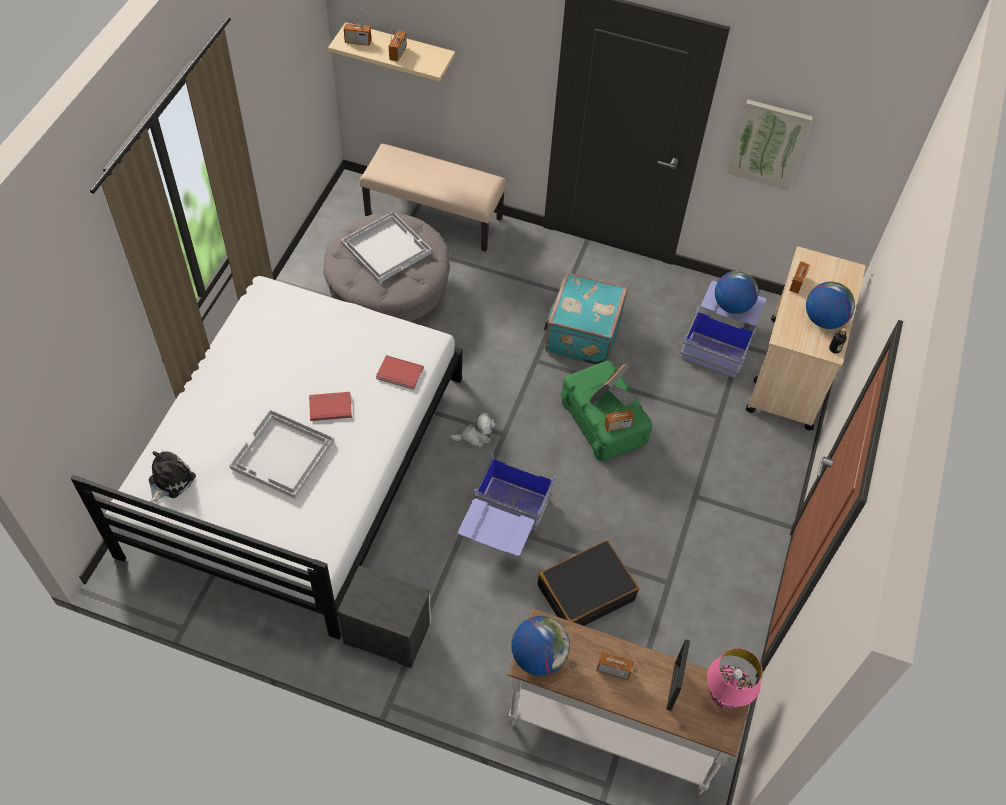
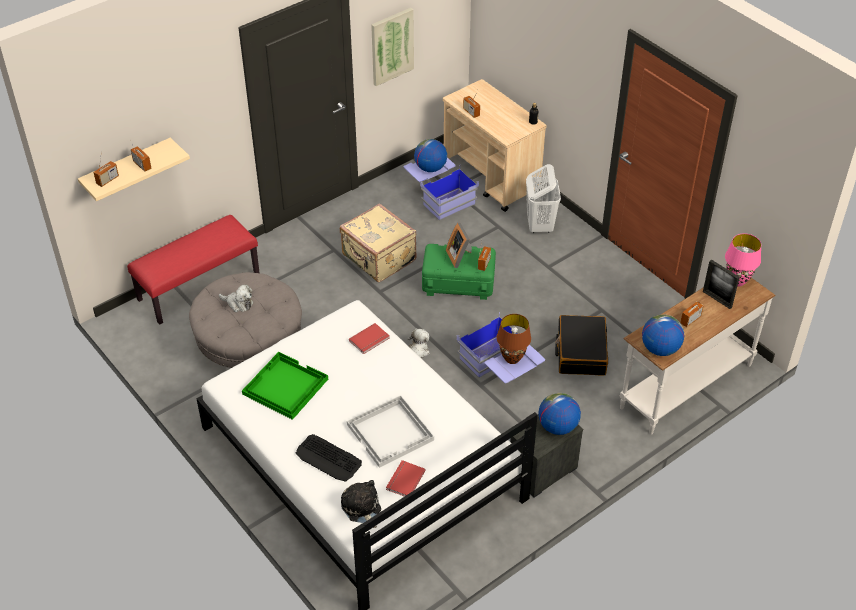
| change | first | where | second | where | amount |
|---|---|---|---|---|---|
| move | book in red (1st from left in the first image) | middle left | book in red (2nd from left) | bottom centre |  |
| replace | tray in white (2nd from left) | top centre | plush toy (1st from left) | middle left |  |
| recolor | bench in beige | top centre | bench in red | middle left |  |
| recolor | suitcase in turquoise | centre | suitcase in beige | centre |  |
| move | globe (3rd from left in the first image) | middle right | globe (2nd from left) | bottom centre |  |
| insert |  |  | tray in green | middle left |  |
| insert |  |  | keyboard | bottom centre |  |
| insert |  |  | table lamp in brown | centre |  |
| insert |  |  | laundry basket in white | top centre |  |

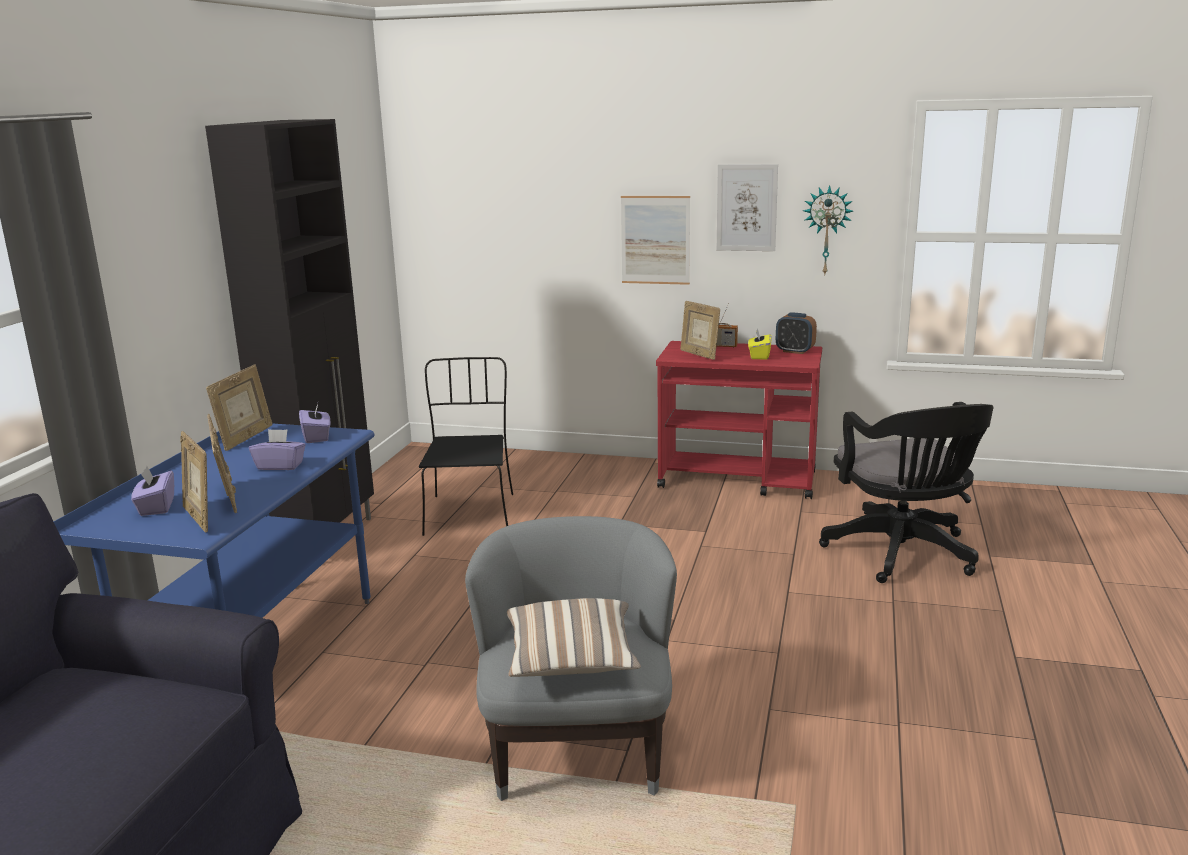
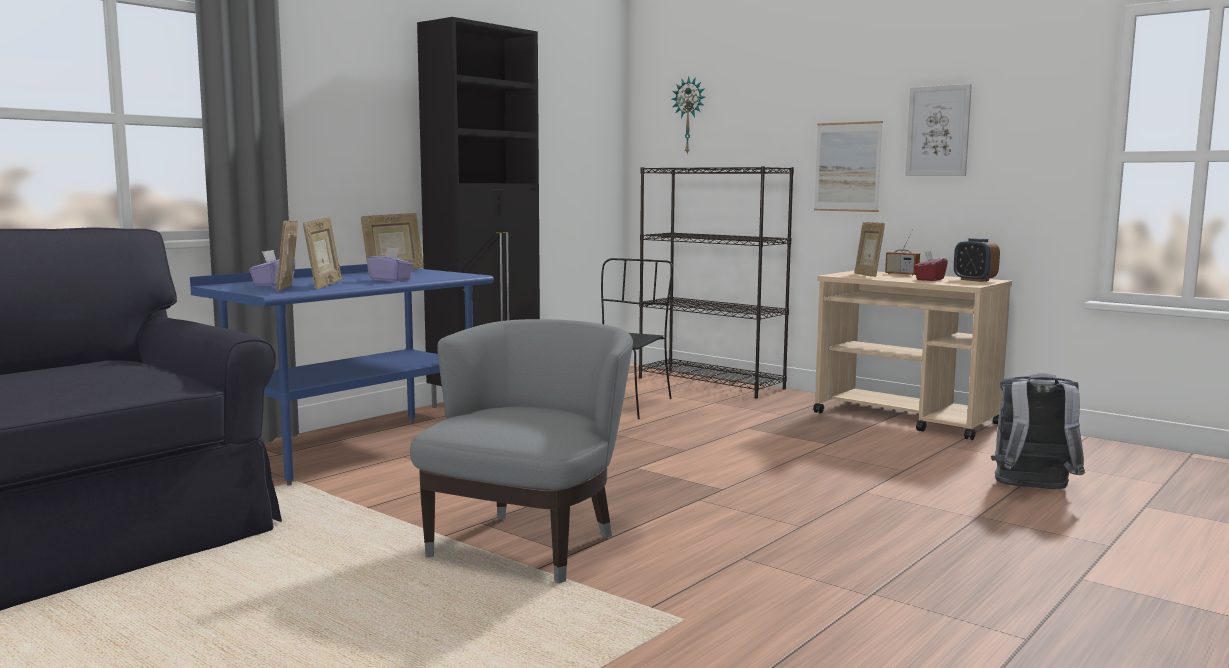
| change | first | where | second | where | amount |
|---|---|---|---|---|---|
| delete | tissue box in purple (3rd from left) | middle left |  |  |  |
| delete | pillow | bottom centre |  |  |  |
| recolor | cart in red | centre | cart in beige | middle right |  |
| recolor | tissue box in yellow | centre | tissue box in red | middle right |  |
| move | wall clock | top right |  | top centre |  |
| replace | office chair in black | middle right | backpack in grey | middle right |  |
| insert |  |  | bookcase in black | centre |  |

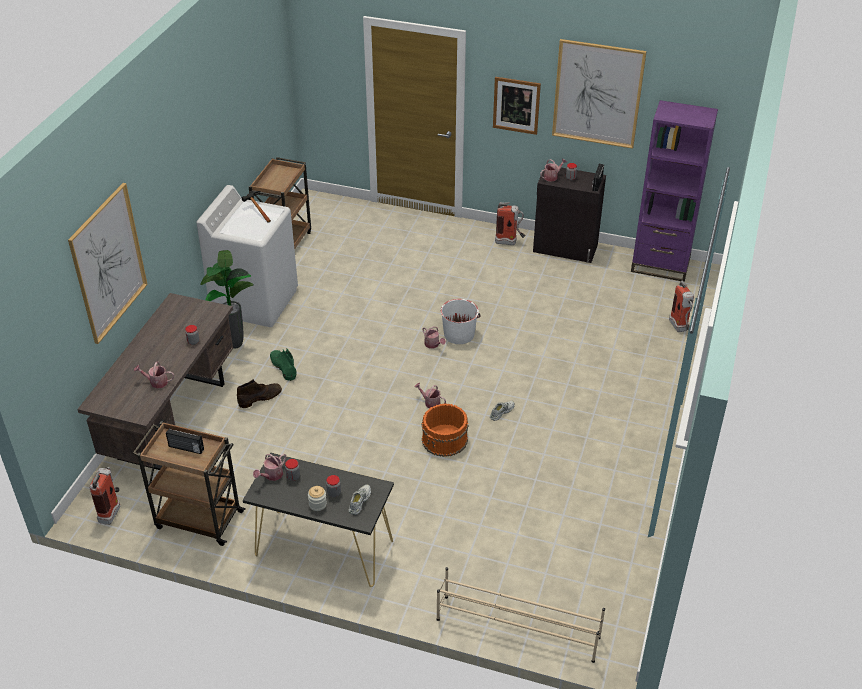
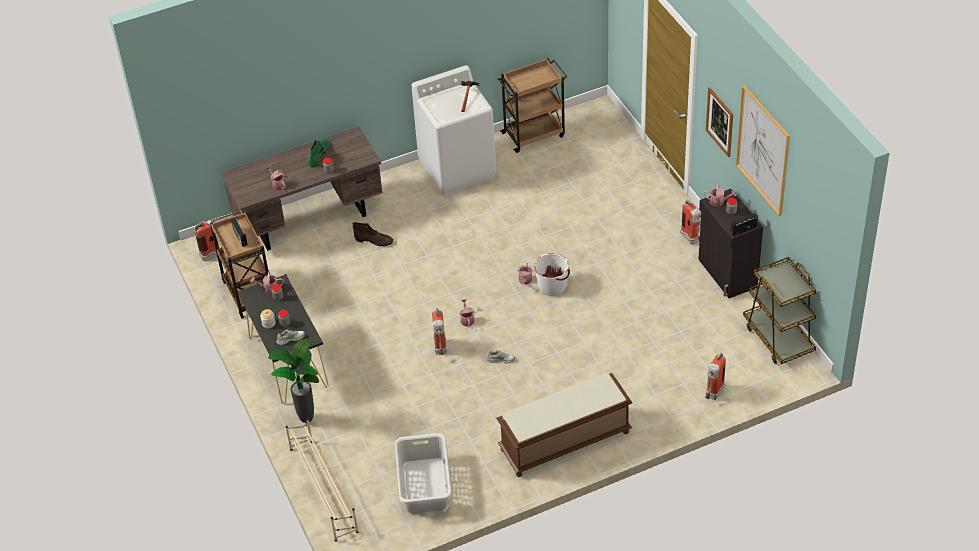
| change | first | where | second | where | amount |
|---|---|---|---|---|---|
| delete | picture (1st from left) | middle left |  |  |  |
| move | potted plant | middle left |  | bottom left |  |
| move | boot in green | middle left |  | top left |  |
| replace | bucket in orange | centre | fire extinguisher (2nd from left) | centre |  |
| replace | bookcase in purple | top right | cart in brown (3rd from left) | middle right |  |
| insert |  |  | laundry basket in grey | bottom centre |  |
| insert |  |  | bench in brown | bottom centre |  |

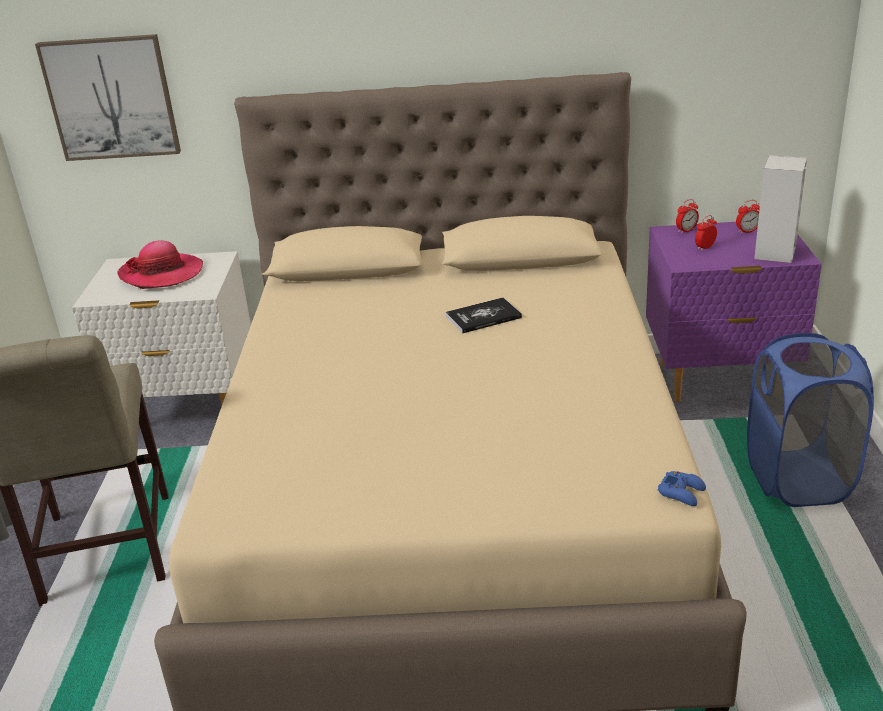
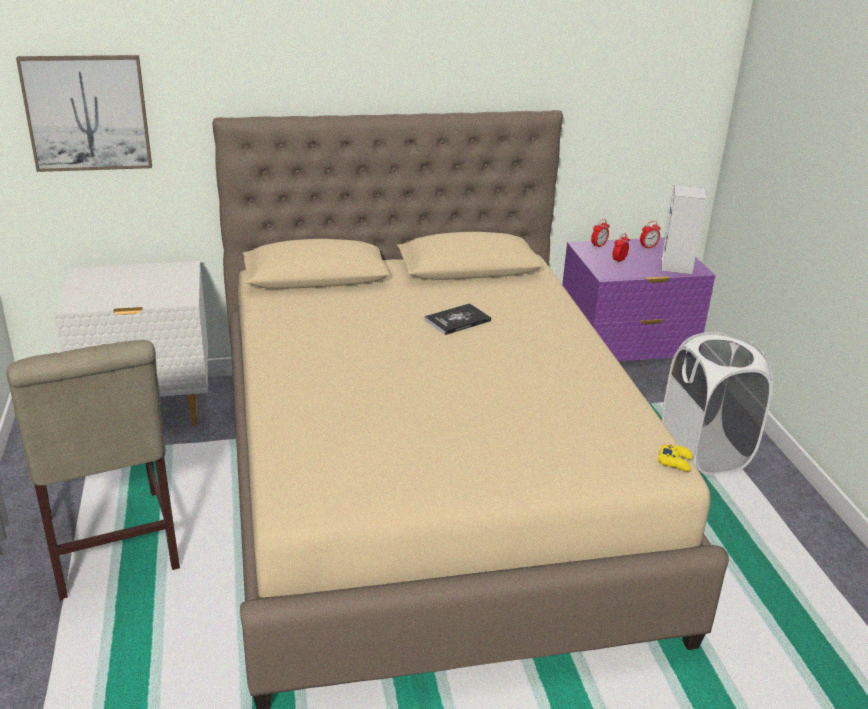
| change | first | where | second | where | amount |
|---|---|---|---|---|---|
| delete | hat | middle left |  |  |  |
| recolor | game controller in blue | bottom right | game controller in yellow | middle right |  |
| recolor | laundry basket in blue | middle right | laundry basket in white | middle right |  |

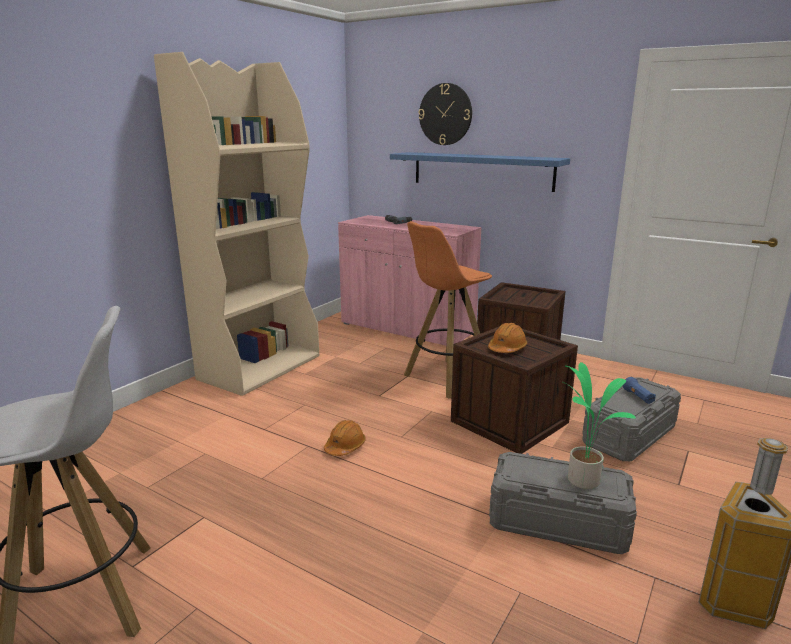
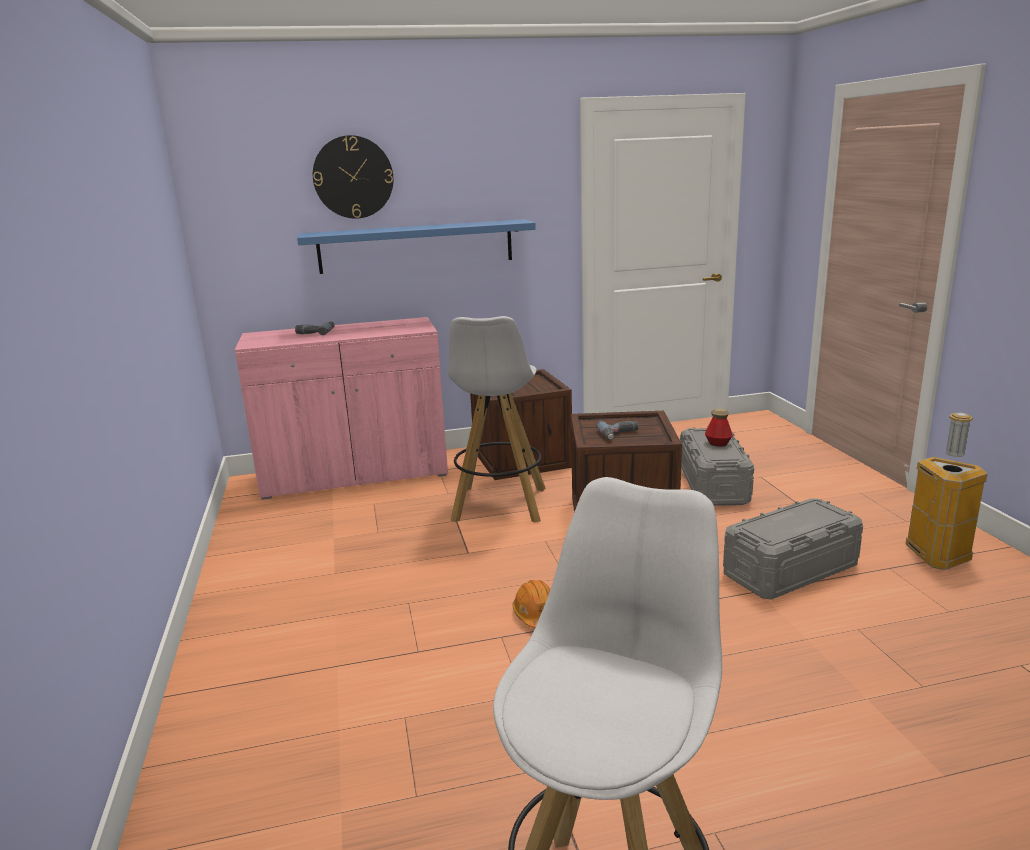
| change | first | where | second | where | amount |
|---|---|---|---|---|---|
| delete | bookcase in beige | middle left |  |  |  |
| recolor | stool in orange | centre | stool in white (1st from left) | centre |  |
| replace | hard hat in orange (2nd from left) | centre | power drill (2nd from left) | centre |  |
| delete | potted plant | middle right |  |  |  |
| replace | flashlight in blue | middle right | bottle | middle right |  |

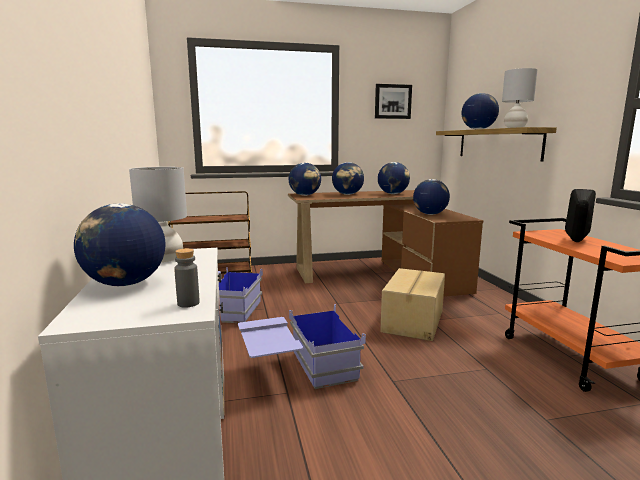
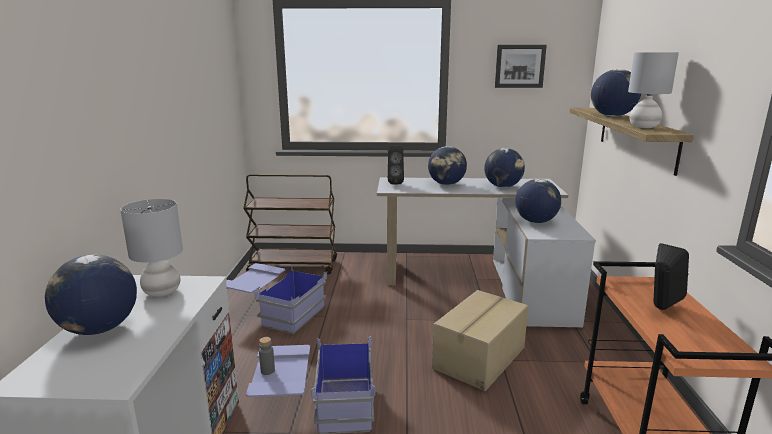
| change | first | where | second | where | amount |
|---|---|---|---|---|---|
| move | bottle in grey | middle left |  | bottom centre |  |
| recolor | desk in brown | centre | desk in white (2nd from left) | centre |  |
| replace | globe (2nd from left) | centre | speaker in black (1st from left) | centre |  |

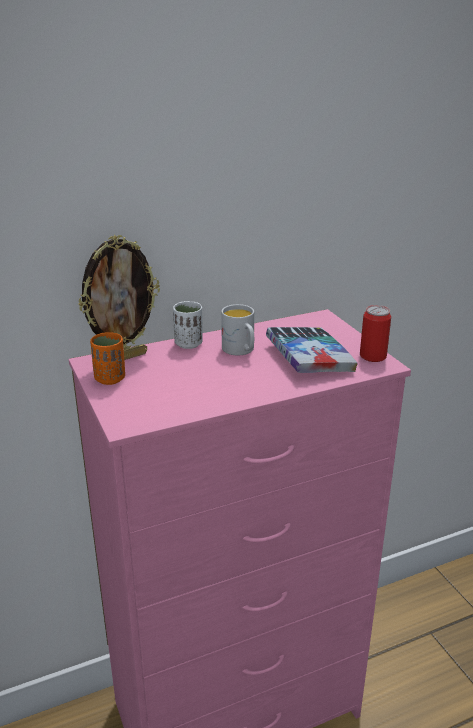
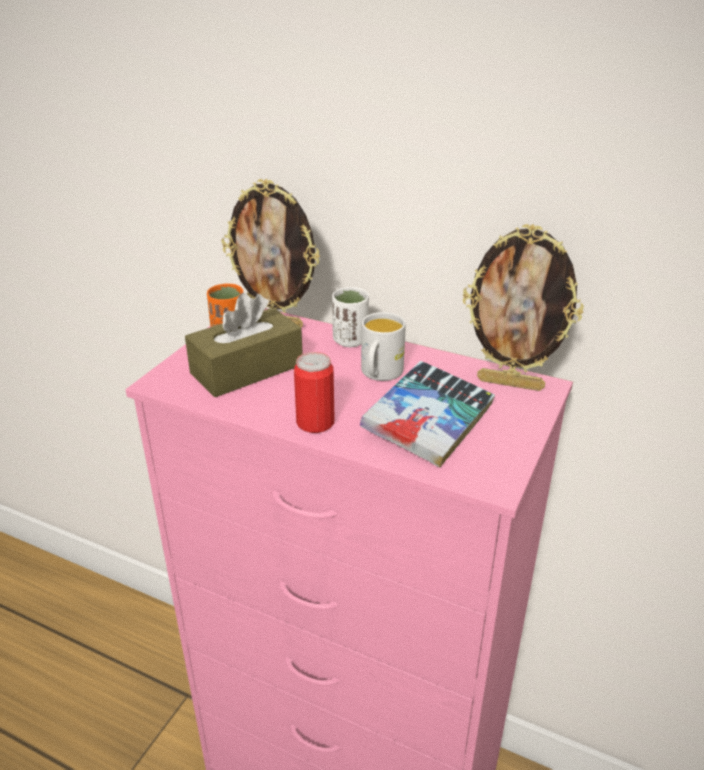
| change | first | where | second | where | amount |
|---|---|---|---|---|---|
| move | can | middle right |  | centre |  |
| insert |  |  | tissue box in brown | centre |  |
| insert |  |  | picture frame (2nd from left) | middle right |  |

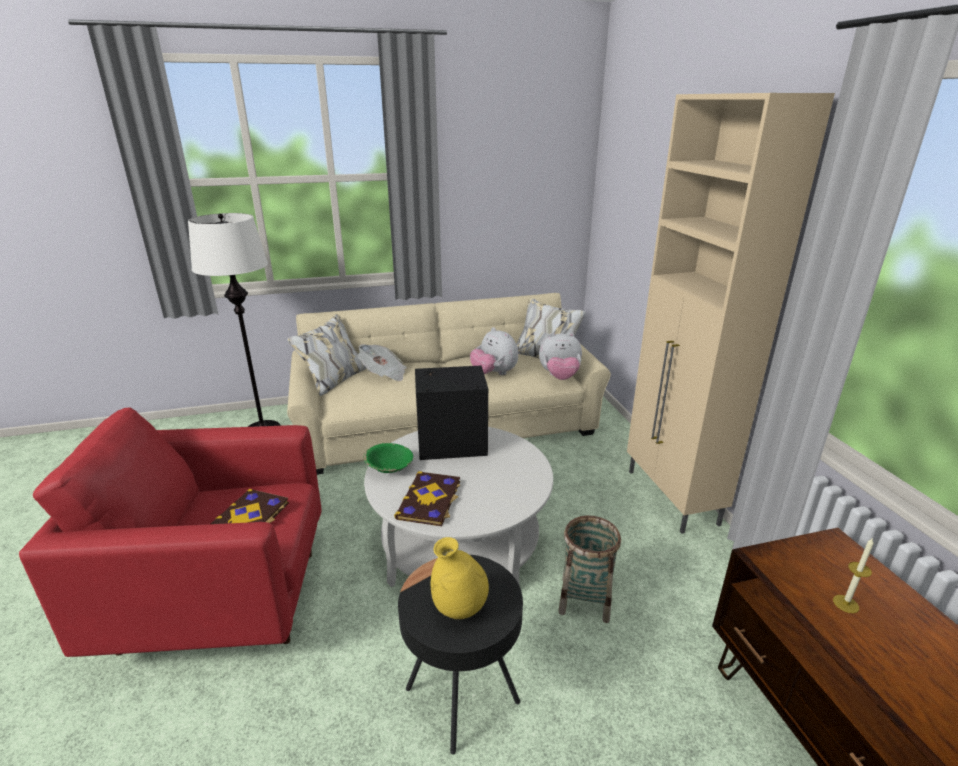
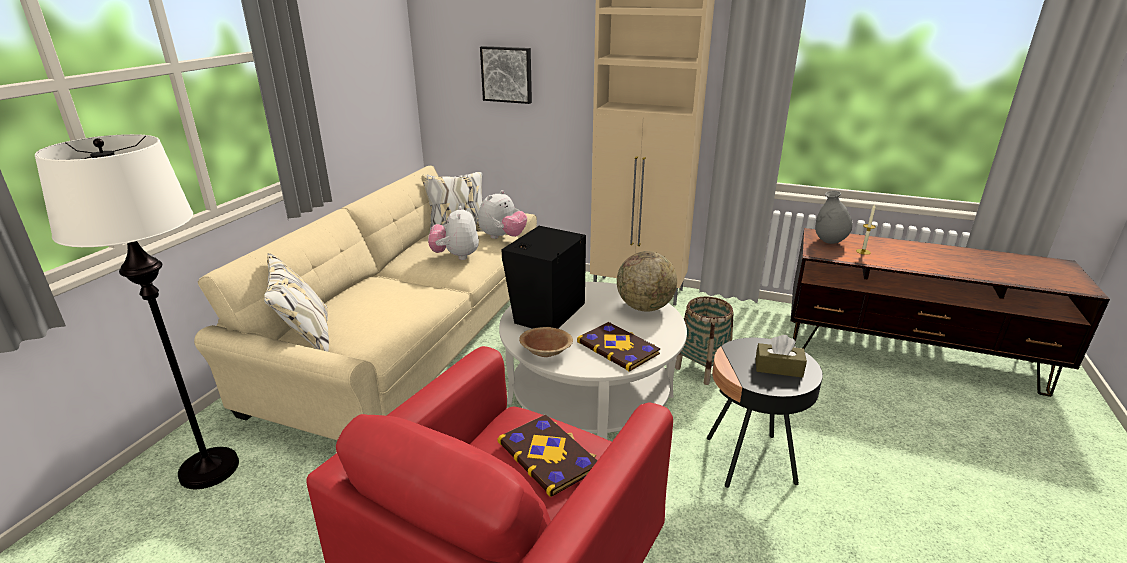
| change | first | where | second | where | amount |
|---|---|---|---|---|---|
| delete | newspaper | centre |  |  |  |
| recolor | bowl in green | centre | bowl in brown | centre |  |
| replace | vase in yellow | bottom centre | tissue box in brown | middle right |  |
| rotate | plush toy (1st from left) | centre |  | centre | 90 degrees clockwise |
| insert |  |  | picture | top centre |  |
| insert |  |  | globe | centre |  |
| insert |  |  | vase in grey | middle right |  |

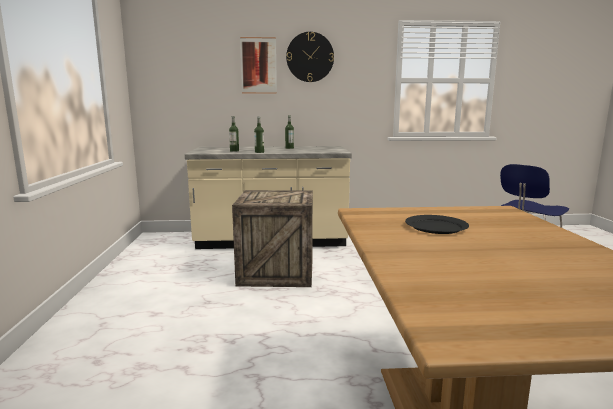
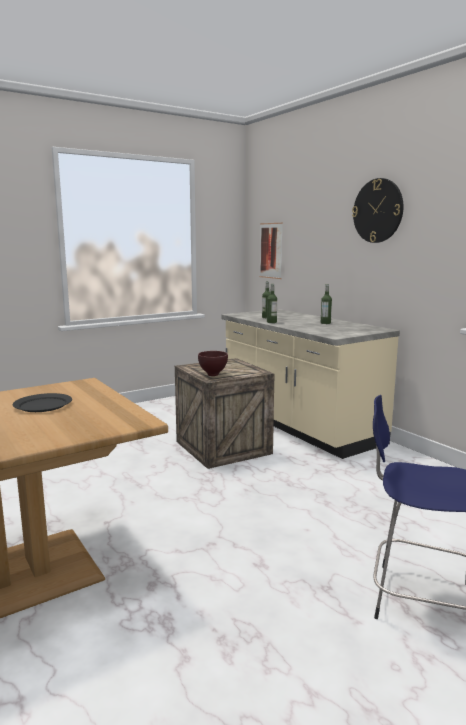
| change | first | where | second | where | amount |
|---|---|---|---|---|---|
| move | picture | top centre |  | centre |  |
| insert |  |  | bowl in brown | centre |  |

